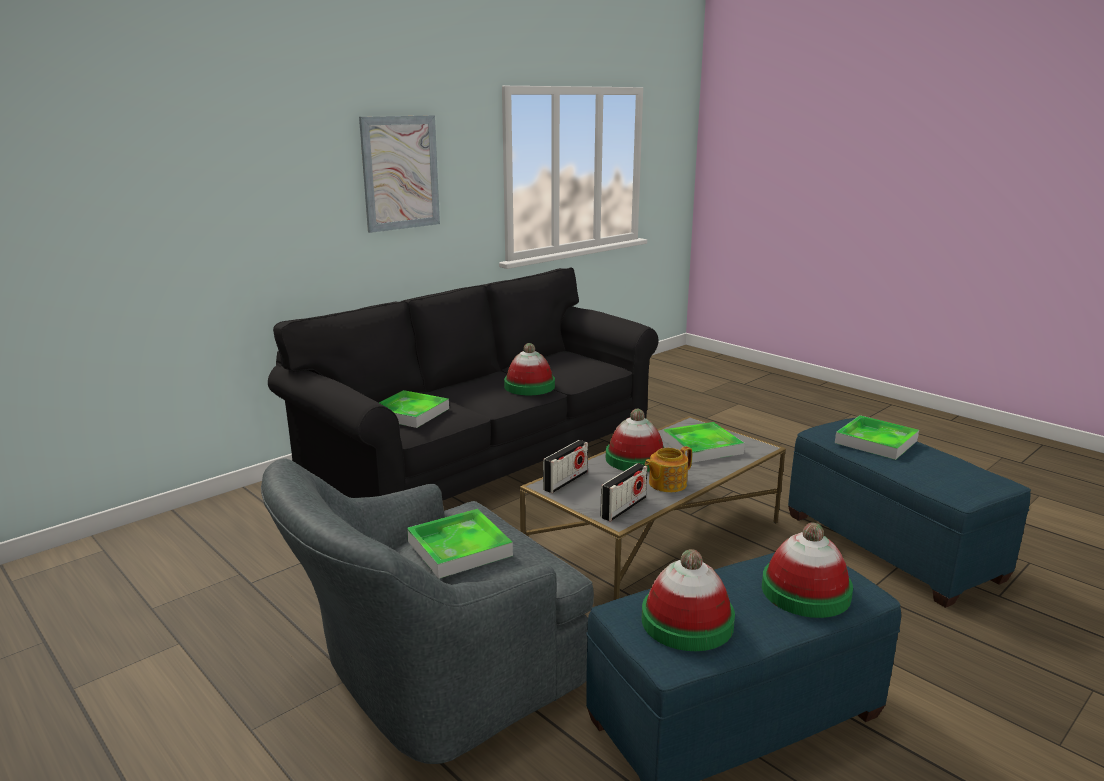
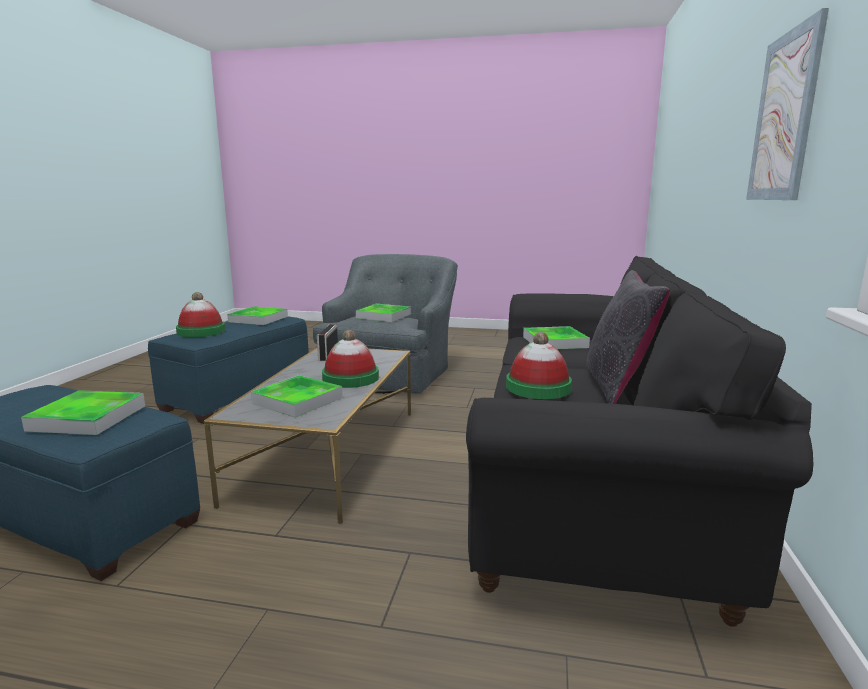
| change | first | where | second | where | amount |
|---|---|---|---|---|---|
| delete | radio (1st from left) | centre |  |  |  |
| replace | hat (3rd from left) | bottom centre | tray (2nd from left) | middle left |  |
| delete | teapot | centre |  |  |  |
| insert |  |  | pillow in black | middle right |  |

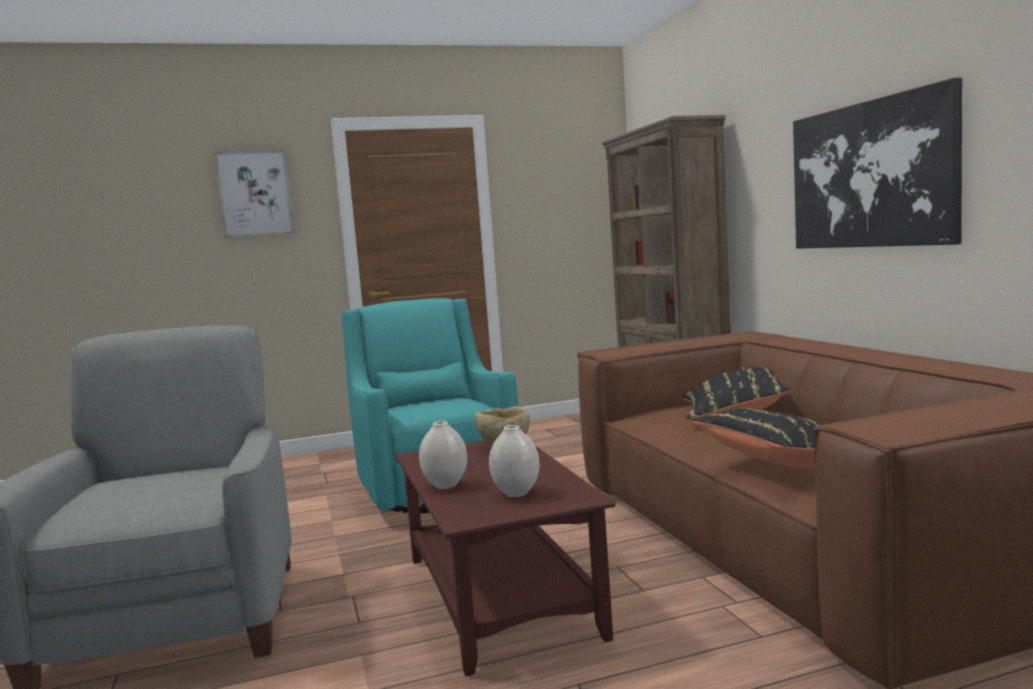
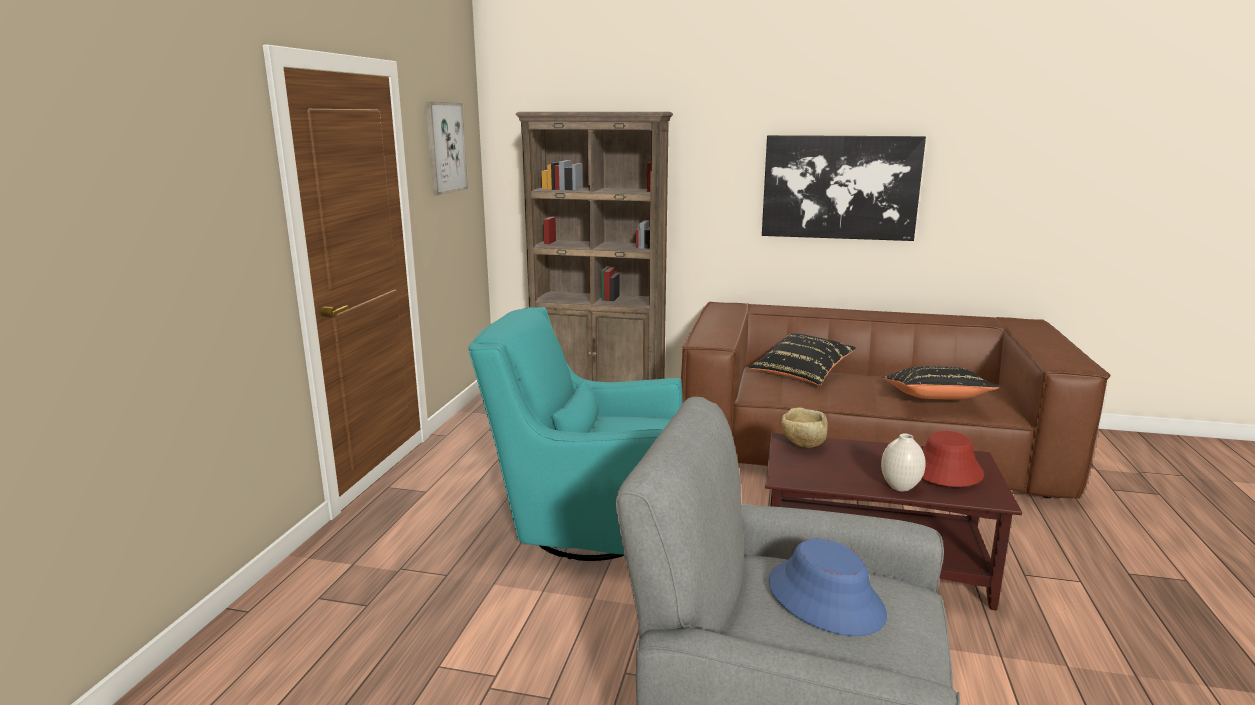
| change | first | where | second | where | amount |
|---|---|---|---|---|---|
| move | picture (1st from left) | top left |  | top centre |  |
| replace | vase in white (2nd from left) | bottom centre | hat in red | middle right |  |
| insert |  |  | hat in blue | bottom centre |  |

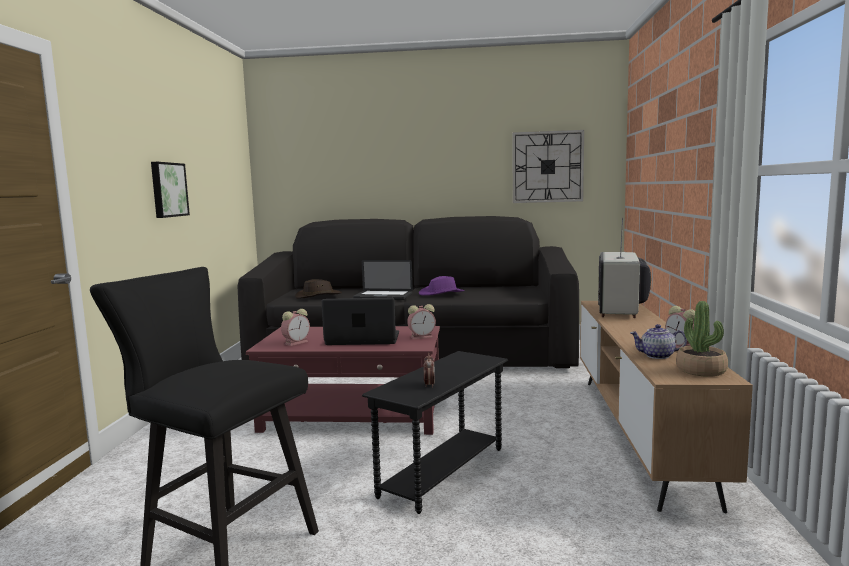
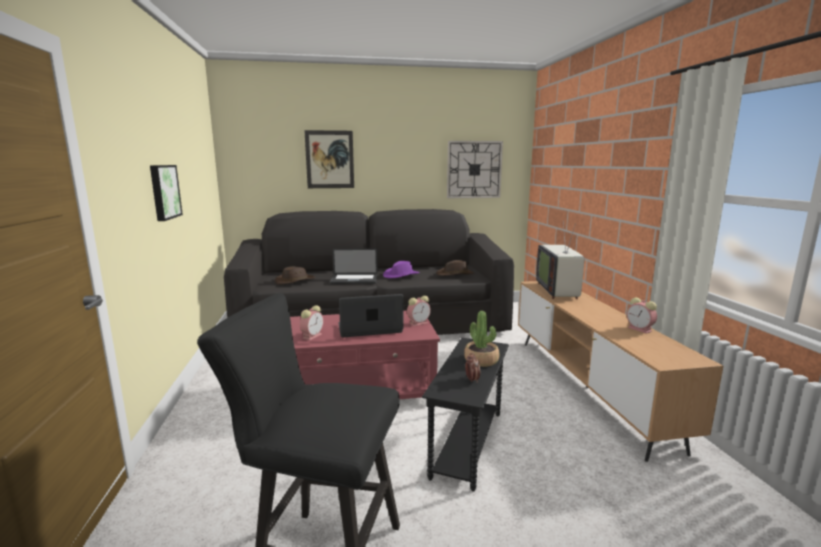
| change | first | where | second | where | amount |
|---|---|---|---|---|---|
| delete | teapot | middle right |  |  |  |
| move | potted plant | middle right |  | centre |  |
| insert |  |  | picture (2nd from left) | top centre |  |
| insert |  |  | hat in brown (2nd from left) | centre |  |

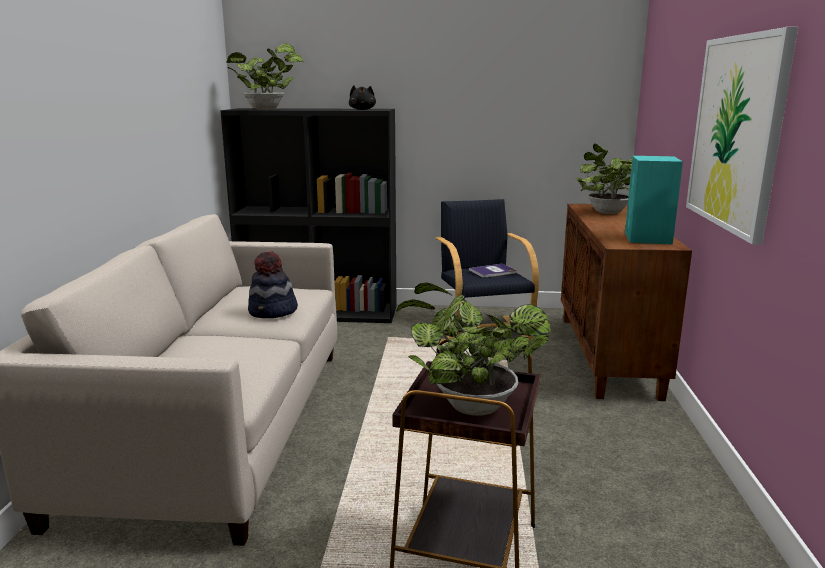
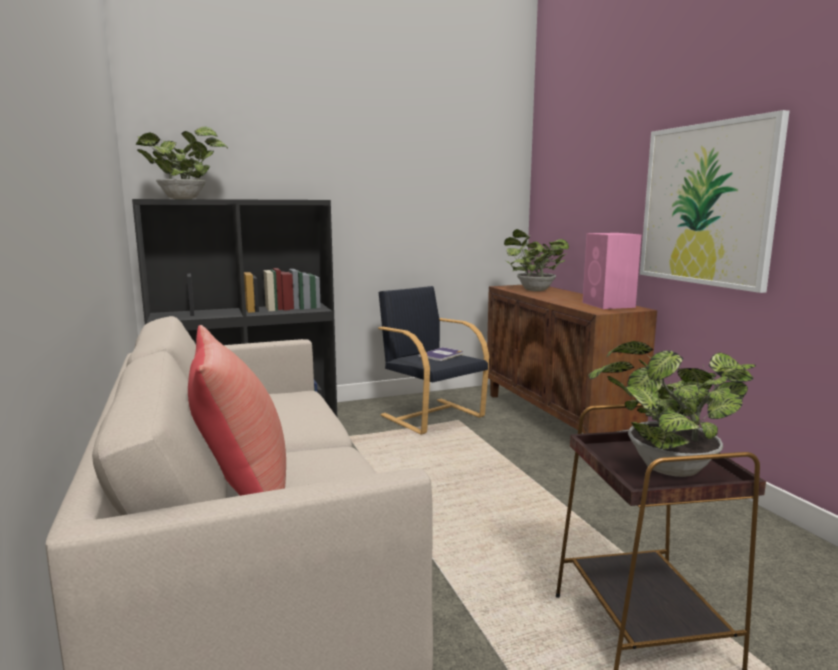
| change | first | where | second | where | amount |
|---|---|---|---|---|---|
| delete | hat | middle left |  |  |  |
| delete | plush toy in black | top centre |  |  |  |
| recolor | speaker in turquoise | middle right | speaker in pink | middle right |  |
| insert |  |  | pillow in red | middle left |  |

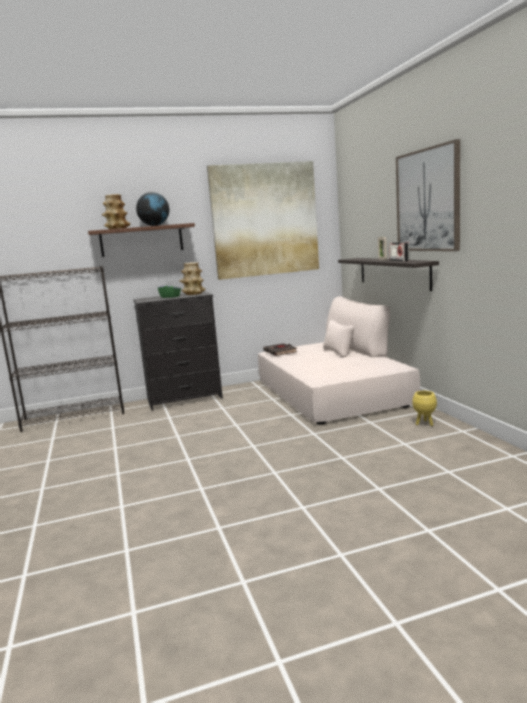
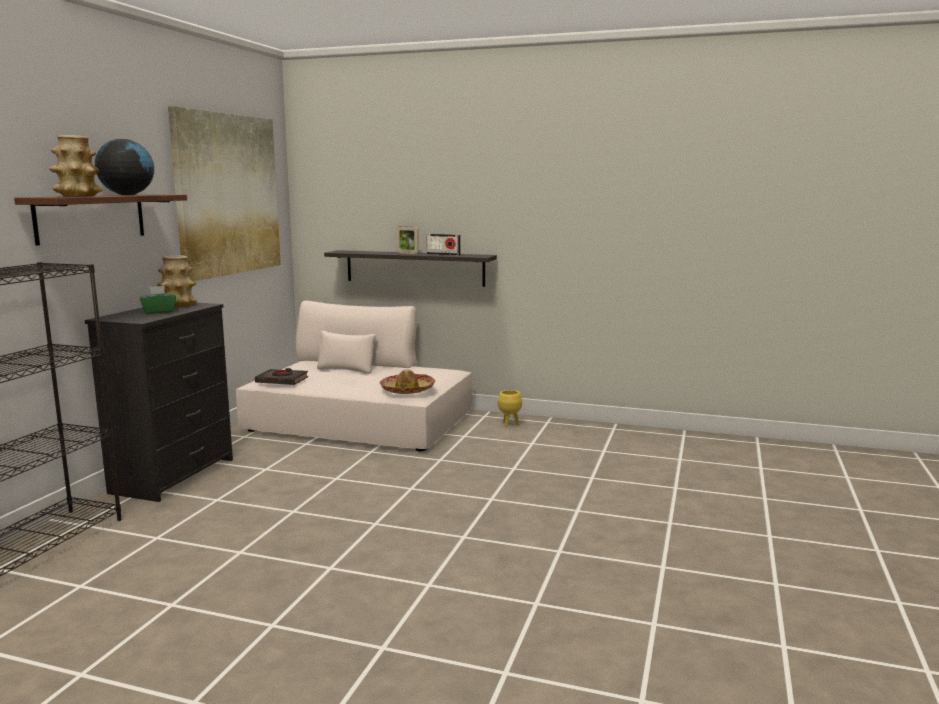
| change | first | where | second | where | amount |
|---|---|---|---|---|---|
| delete | picture (2nd from left) | top right |  |  |  |
| insert |  |  | hat | centre |  |

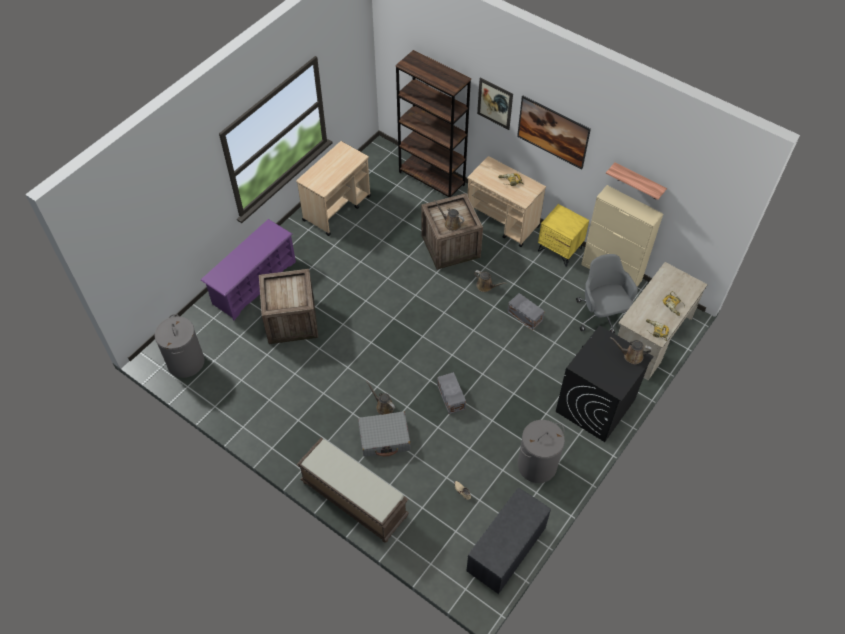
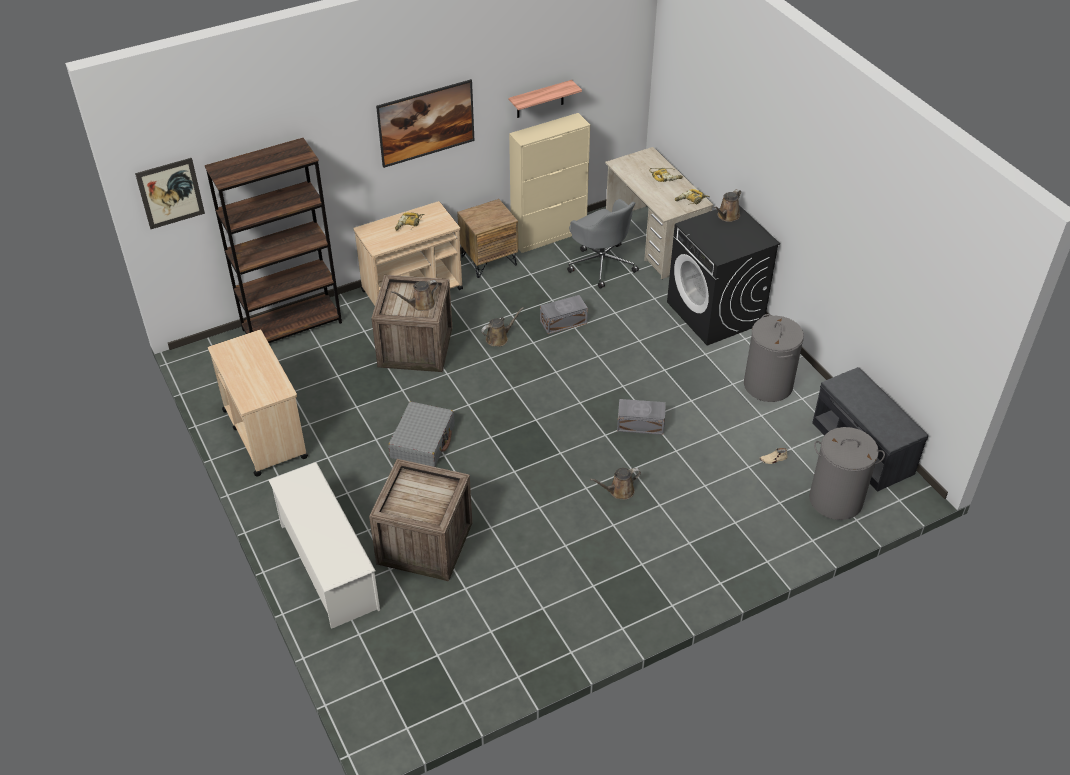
| change | first | where | second | where | amount |
|---|---|---|---|---|---|
| move | laundry basket in grey (1st from left in the first image) | middle left | laundry basket in grey (2nd from left) | middle right |  |
| recolor | shoe rack in purple | middle left | shoe rack in white | bottom left |  |
| delete | bench in brown | bottom centre |  |  |  |
| move | suitcase in grey | bottom centre |  | centre |  |
| move | picture (1st from left) | top centre |  | top left |  |
| recolor | nightstand in yellow | centre | nightstand in brown | top centre |  |
| rotate | office chair in grey | middle right |  | top centre | 135 degrees counterclockwise |

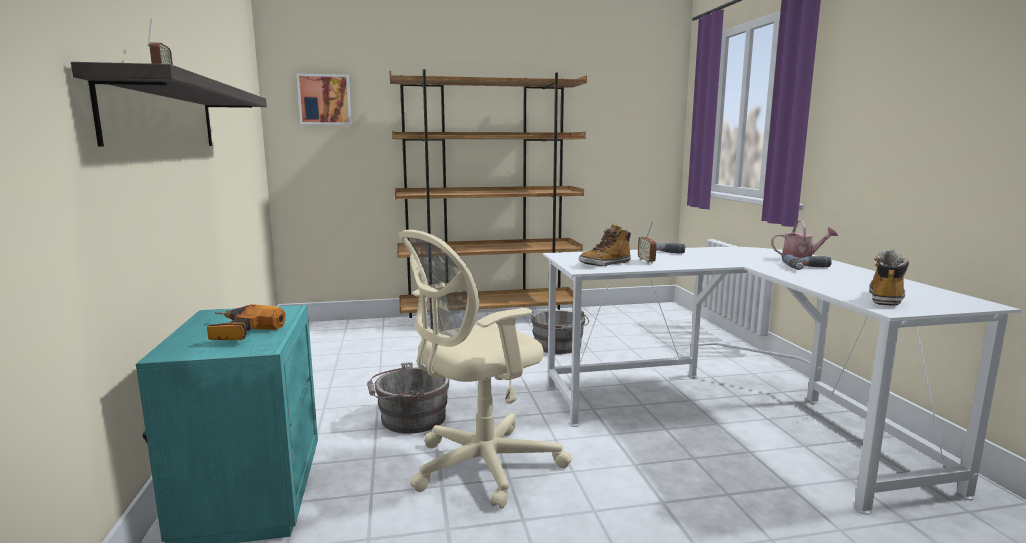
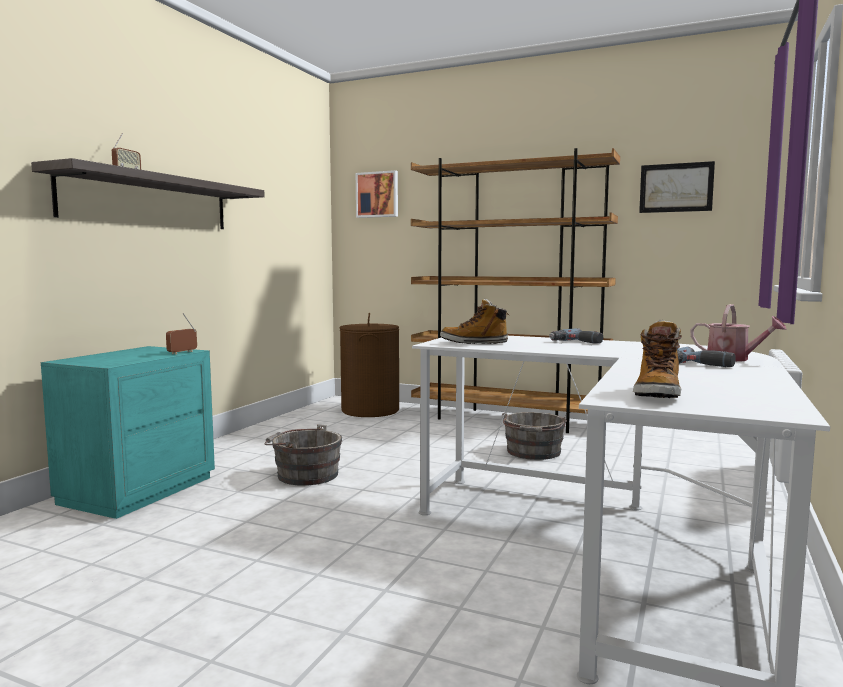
| change | first | where | second | where | amount |
|---|---|---|---|---|---|
| delete | power drill (1st from left) | middle left |  |  |  |
| delete | office chair in beige | bottom centre |  |  |  |
| move | radio (2nd from left) | centre |  | middle left |  |
| rotate | boot (2nd from left) | middle right |  | middle right | 135 degrees clockwise |
| insert |  |  | laundry basket in brown | centre |  |
| insert |  |  | picture (2nd from left) | top right |  |

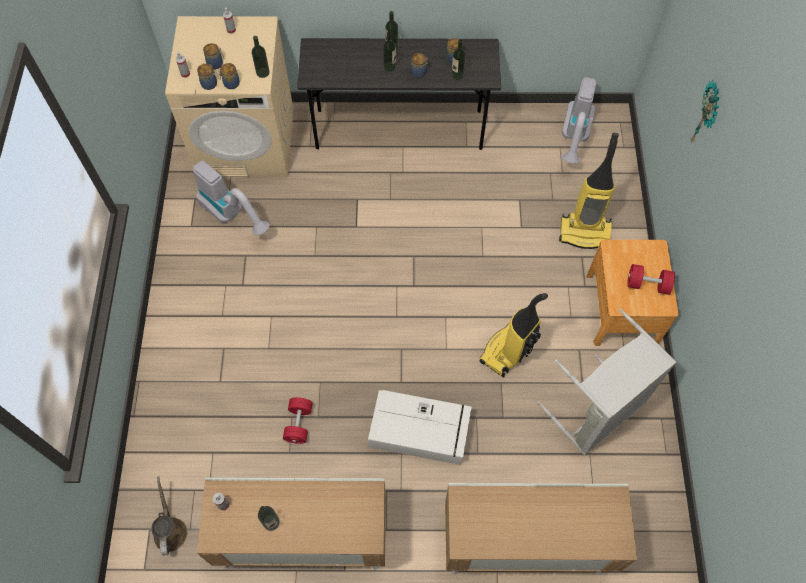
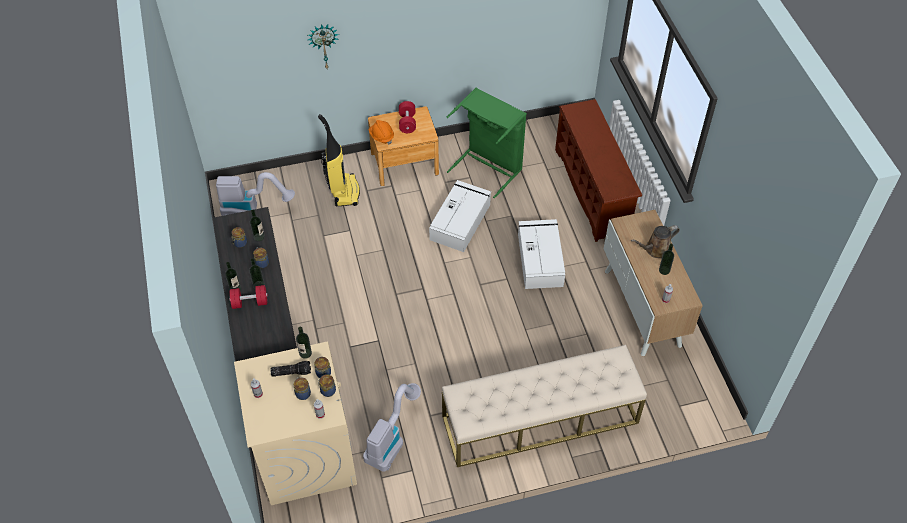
| change | first | where | second | where | amount |
|---|---|---|---|---|---|
| move | watering can in brown | bottom left |  | middle right |  |
| move | dumbbell in red (1st from left) | bottom centre |  | middle left |  |
| replace | cabinet (2nd from left) | bottom right | shoe rack in brown | top centre |  |
| replace | vacuum cleaner (2nd from left) | centre | storage box in white (1st from left) | centre |  |
| recolor | laundry basket in grey | middle right | laundry basket in green | top centre |  |
| insert |  |  | flashlight | bottom left |  |
| insert |  |  | hard hat in orange | top centre |  |
| insert |  |  | bench in beige | bottom centre |  |

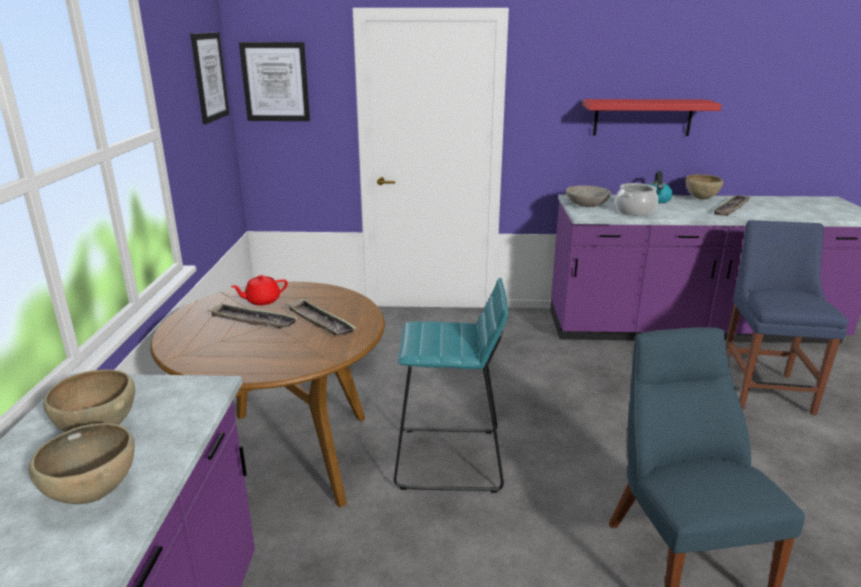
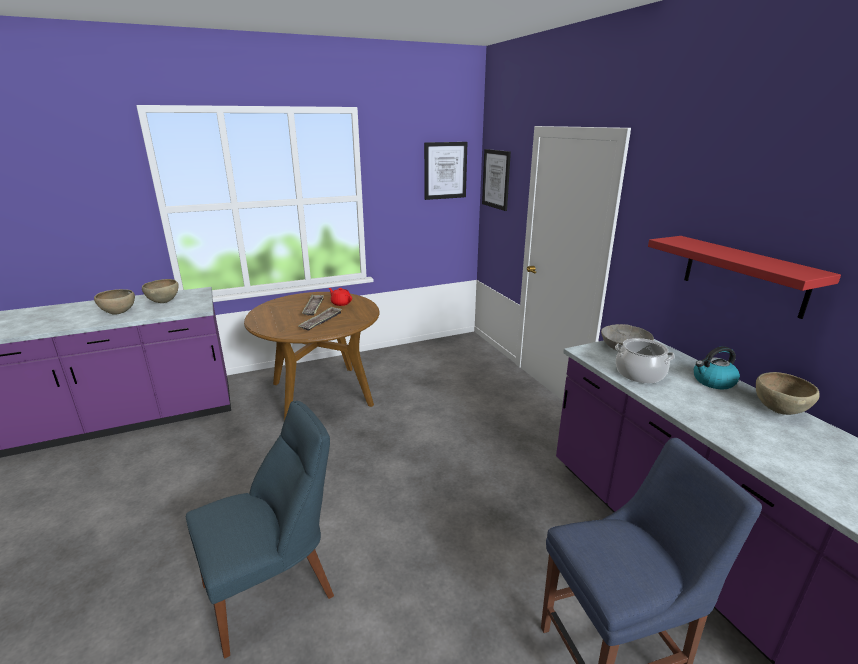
| change | first | where | second | where | amount |
|---|---|---|---|---|---|
| delete | stool in turquoise | centre |  |  |  |
| delete | tray (3rd from left) | middle right |  |  |  |

